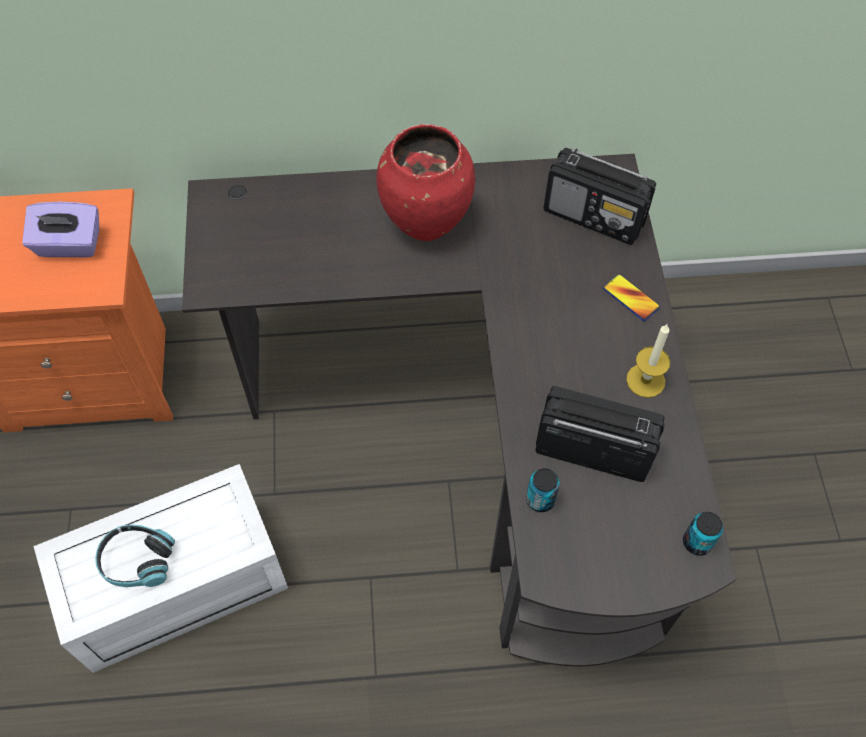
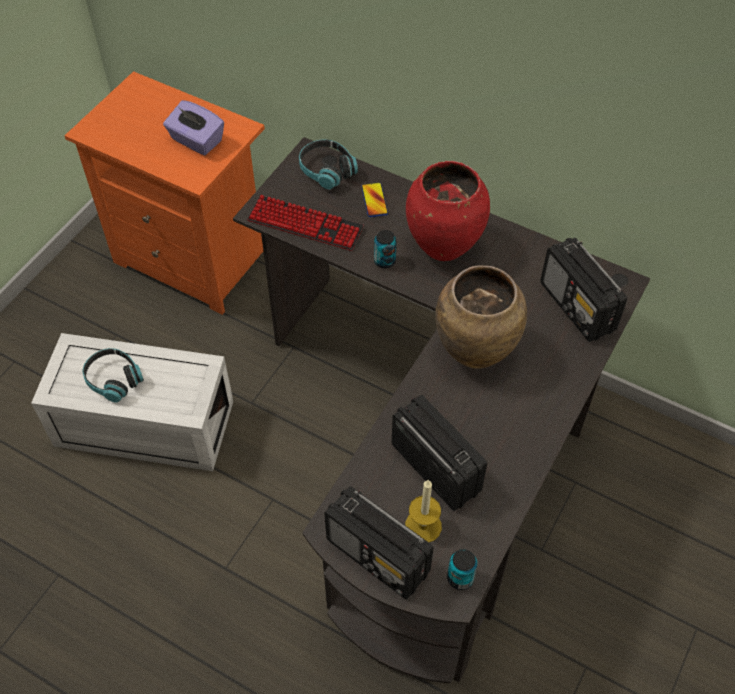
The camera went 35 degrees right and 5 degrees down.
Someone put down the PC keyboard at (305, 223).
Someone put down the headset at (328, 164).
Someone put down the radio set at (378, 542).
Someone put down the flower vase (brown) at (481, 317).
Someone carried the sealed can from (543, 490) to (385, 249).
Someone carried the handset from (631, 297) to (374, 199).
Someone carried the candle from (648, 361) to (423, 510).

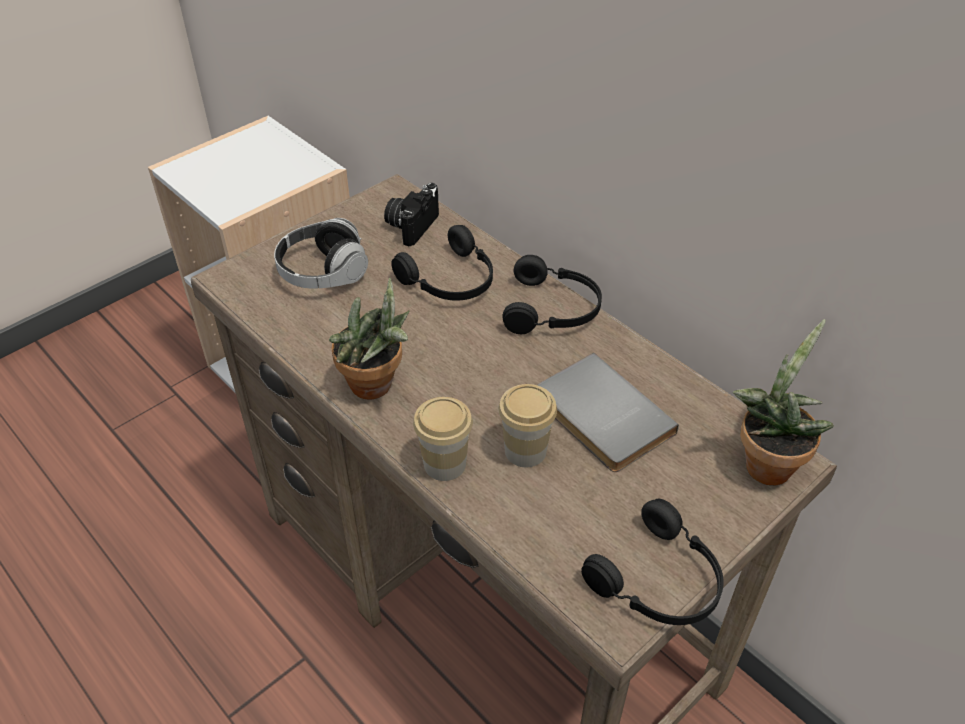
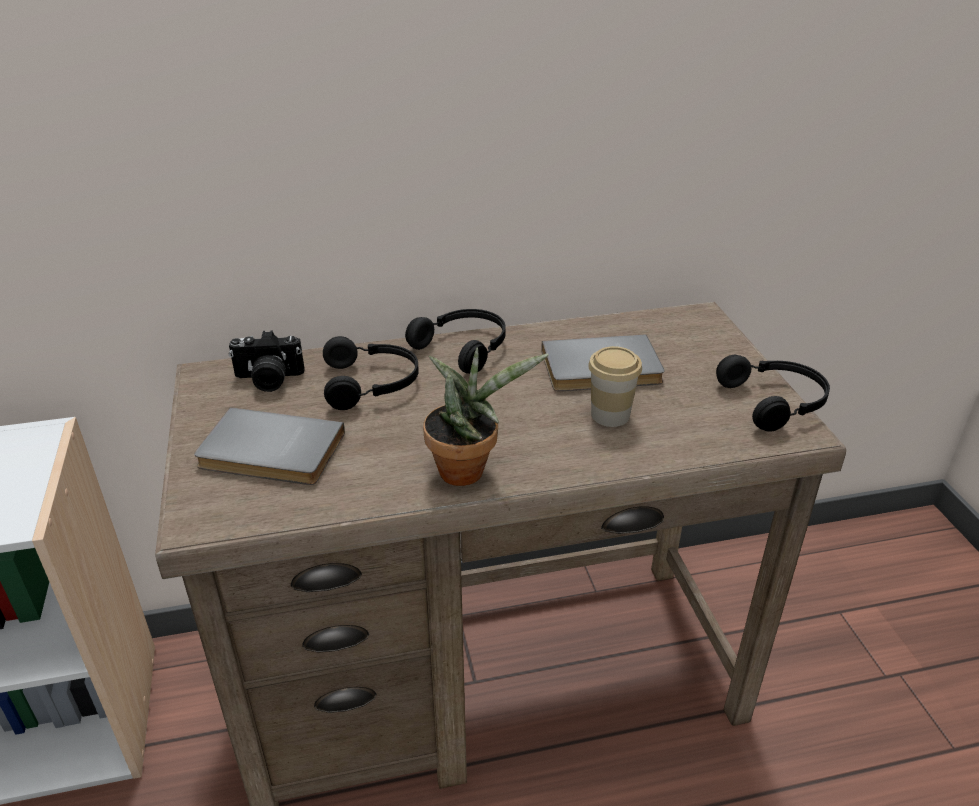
The camera went 60 degrees left and 10 degrees down.
Someone took away the drinking cup at (443, 439).
Someone took away the potted plant at (783, 402).
Someone swapped the headset at (321, 253) for the volume (gray) at (269, 446).
Someone rotated the still camera at (411, 214) by 60 degrees counterclockwise.

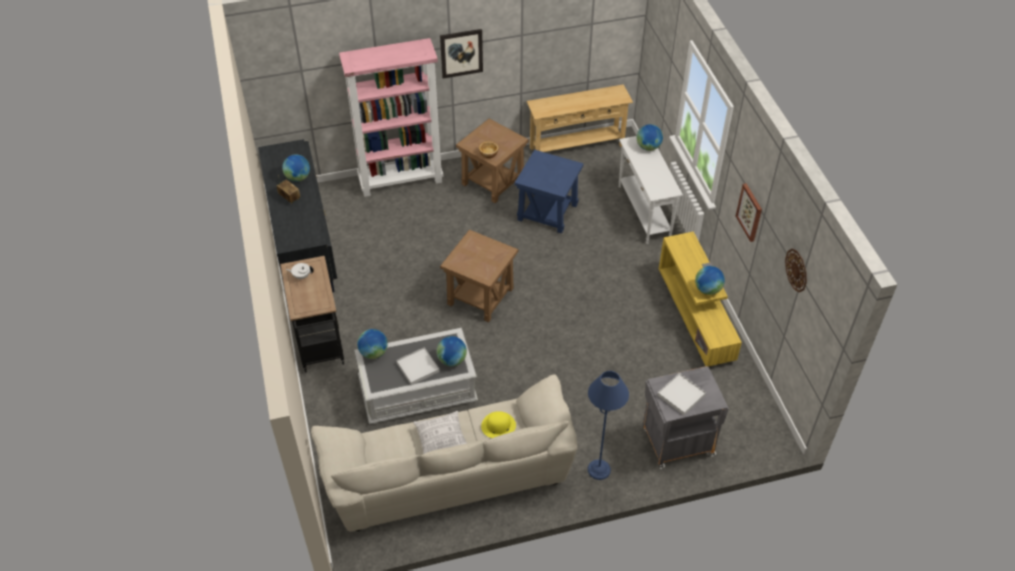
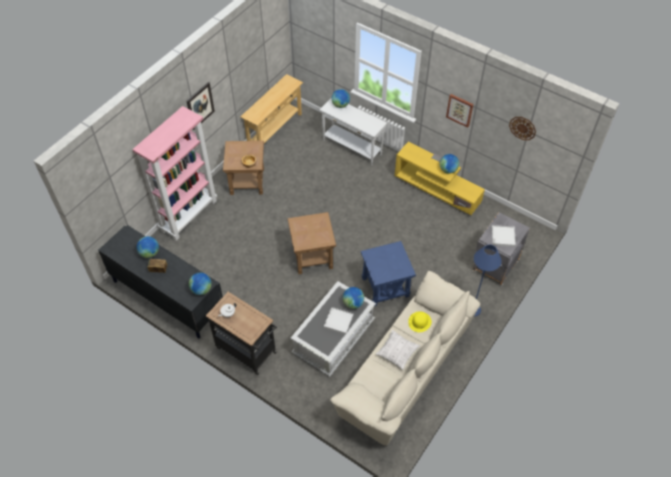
The camera went 40 degrees left and 5 degrees up.
Someone carried the globe from (372, 344) to (200, 284).
Someone carried the accent table (bluish) from (549, 191) to (388, 273).

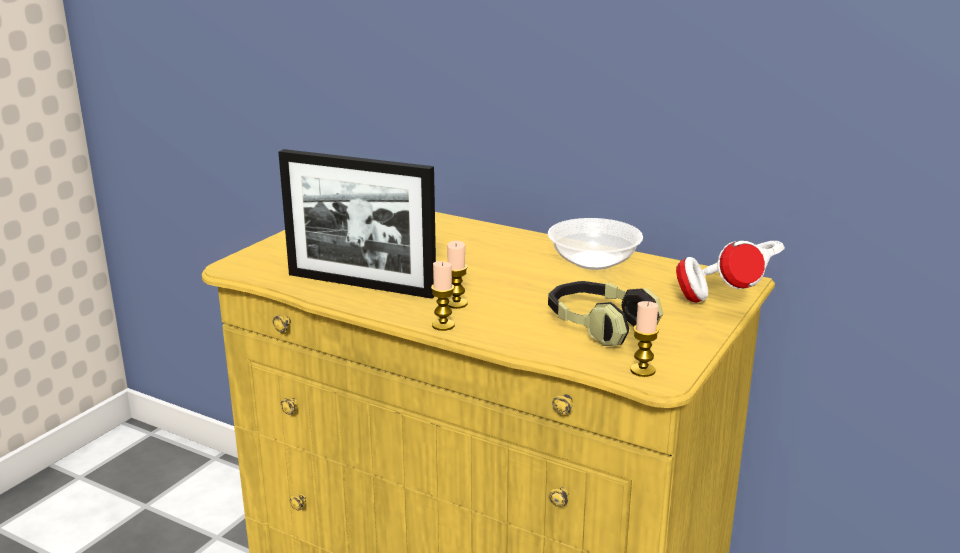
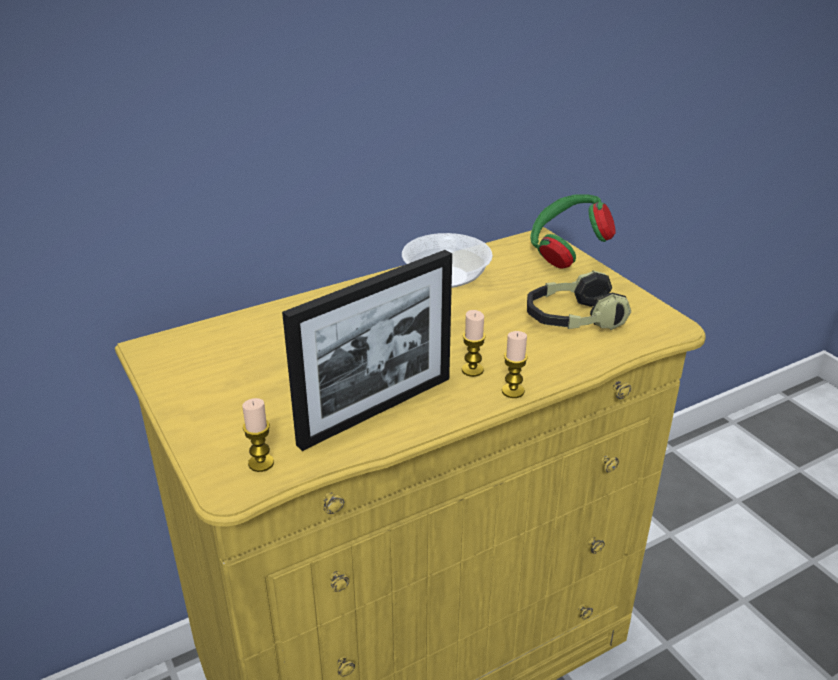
The camera went 60 degrees left and 10 degrees up.
Someone carried the candle from (644, 339) to (258, 435).
Someone repainted the headset (white-coloured) at (730, 272), which became the headset (greenish) at (572, 231).

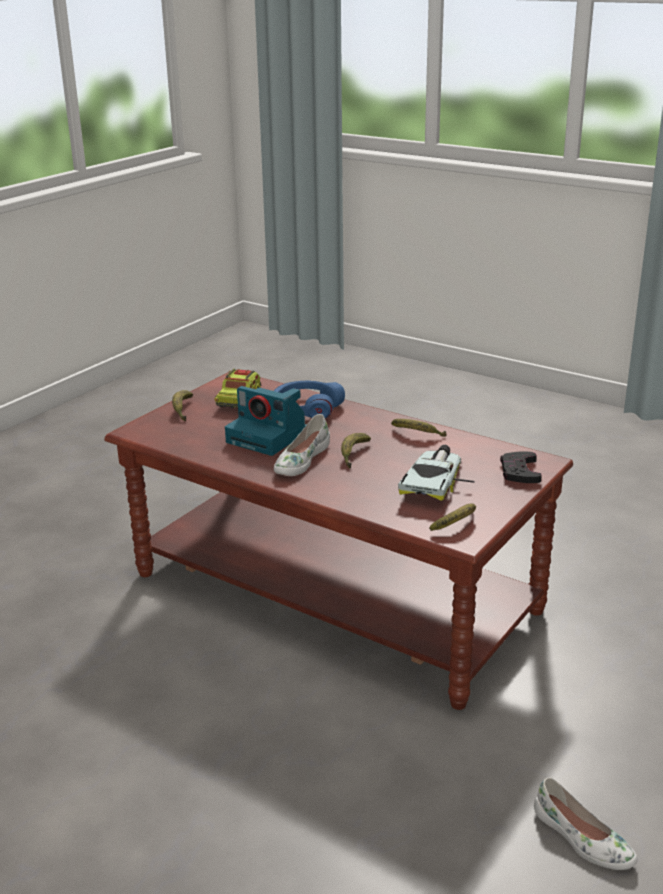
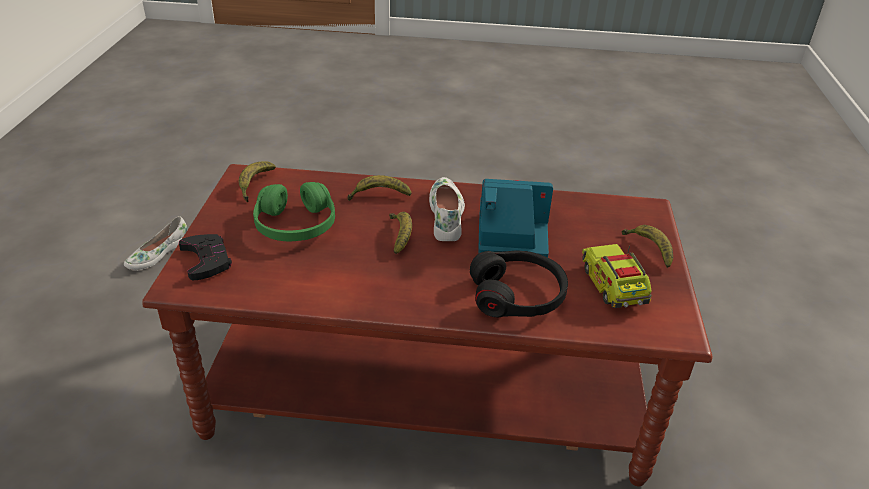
The camera went 150 degrees right and 10 degrees up.
Someone carried the banana fruit from (419, 428) to (379, 188).
Someone swapped the miniature car at (436, 473) for the headset (greenish) at (294, 211).
Someone repainted the headset (bluish) at (309, 399), which became the headset (black-coloured) at (519, 283).
Someone rotated the item of footwear (white-coloured) at (586, 823) by 75 degrees counterclockwise.

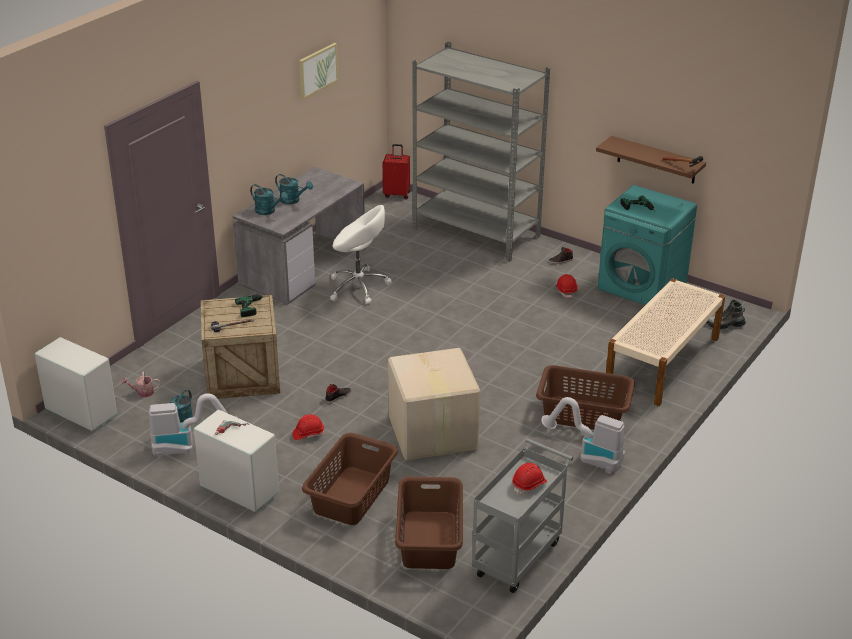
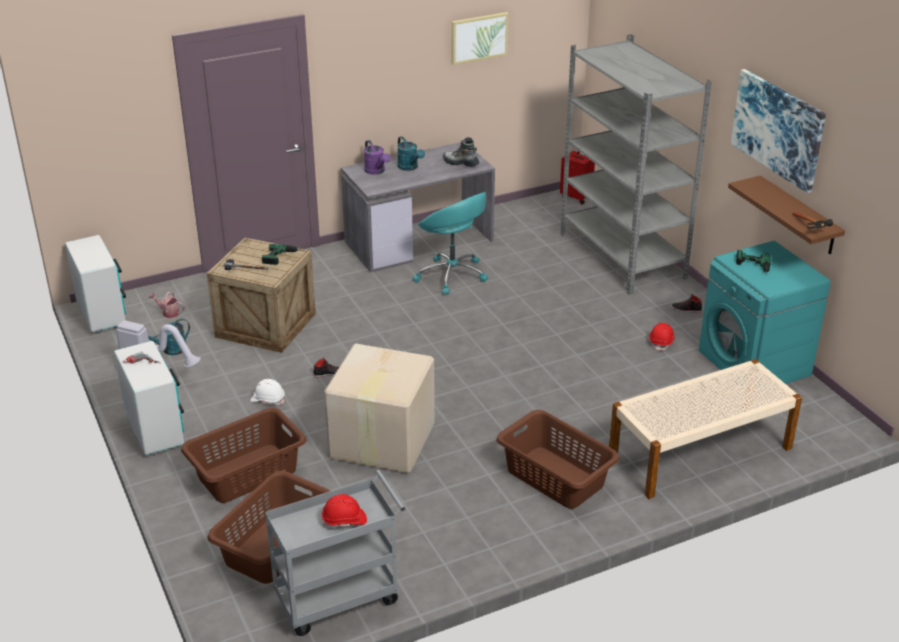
The camera went 30 degrees right and 0 degrees up.
Someone took away the vacuum at (583, 435).
Someone put up the wall picture at (778, 131).
Someone carried the boot from (726, 314) to (461, 152).
Someone repainted the watering pot (turquoise-coloured) at (269, 199), which became the watering pot (purple) at (377, 157).
Someone repainted the work helmet (reddish) at (308, 427), which became the work helmet (white-coloured) at (267, 392).
Someone repainted the desk chair (white-coloured) at (361, 255), which became the desk chair (turquoise-coloured) at (450, 243).

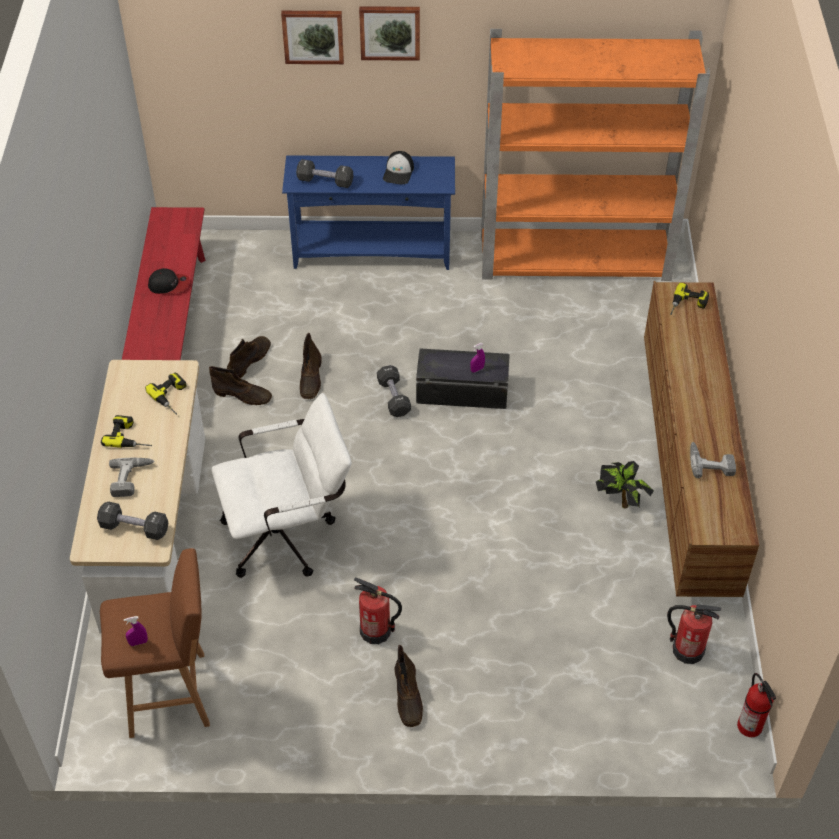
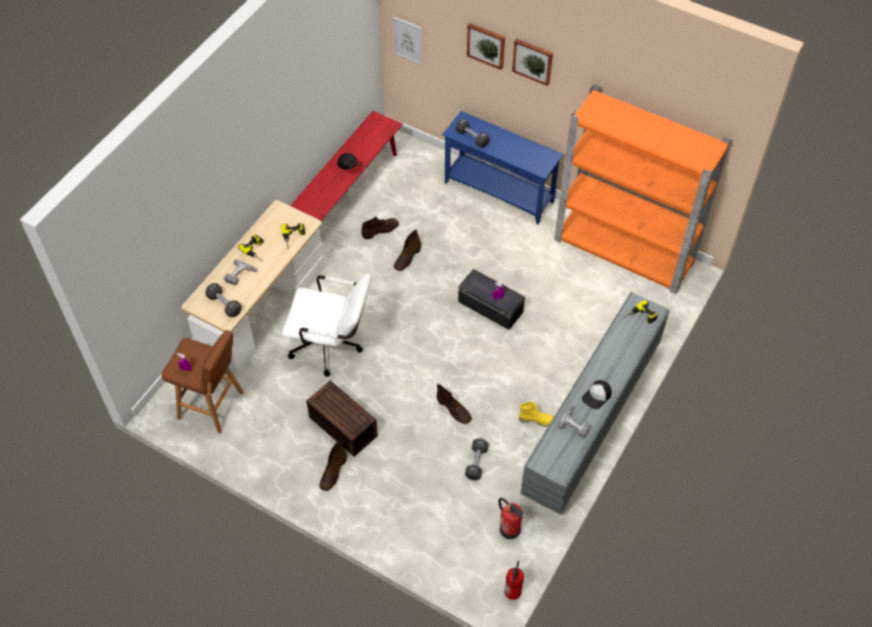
The camera went 30 degrees right and 5 degrees up.
Someone put up the wall picture at (408, 41).
Someone carried the boot (brown) from (240, 385) to (454, 404).
Someone carried the hand weight (black-coloured) from (394, 391) to (477, 459).
Someone carried the baseball cap from (398, 167) to (597, 394).
Someone swapped the fire extinguisher at (378, 611) for the storage bin (brown) at (342, 418).
Someone swapped the potted plant at (625, 485) for the boot (yellow) at (536, 414).
Someone repainted the storage cabinet (brown) at (701, 439), which became the storage cabinet (gray) at (595, 403).

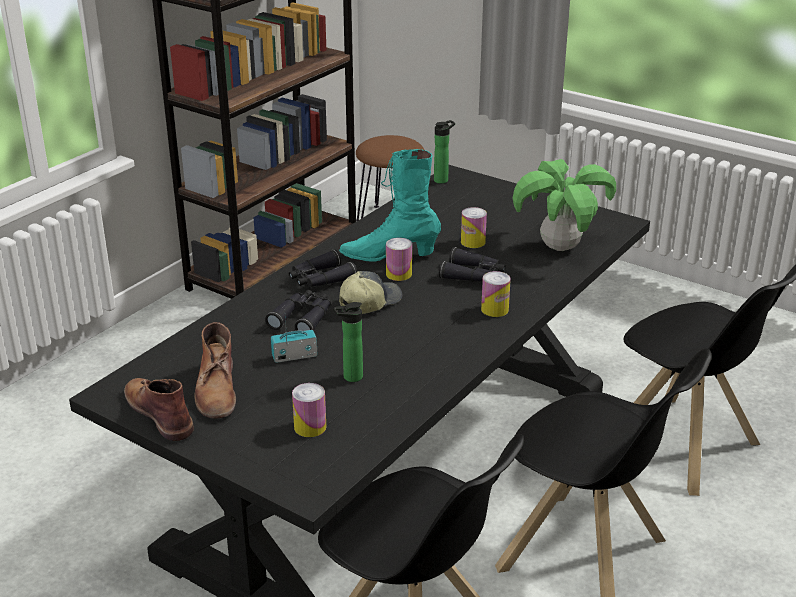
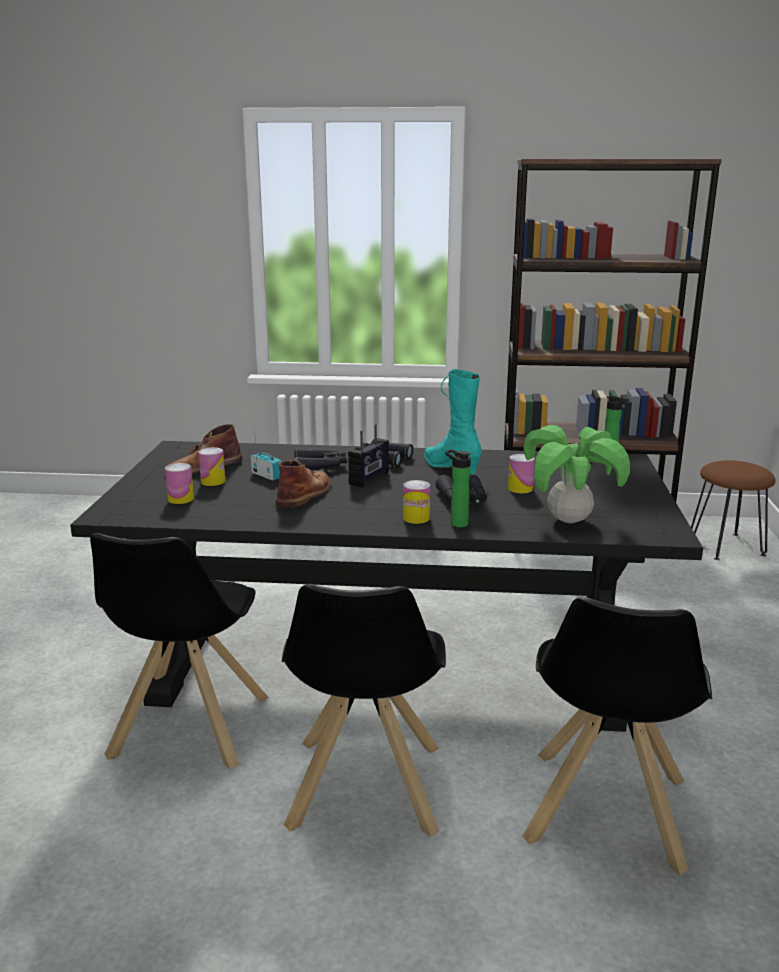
The camera went 60 degrees right and 10 degrees down.
Someone carried the boot (brown) from (159, 409) to (303, 483).
Someone carried the drink bottle from (348, 342) to (458, 488).
Someone carried the sealed can from (399, 259) to (211, 466).
Someone swapped the baseball cap at (370, 292) for the radio set at (368, 455).

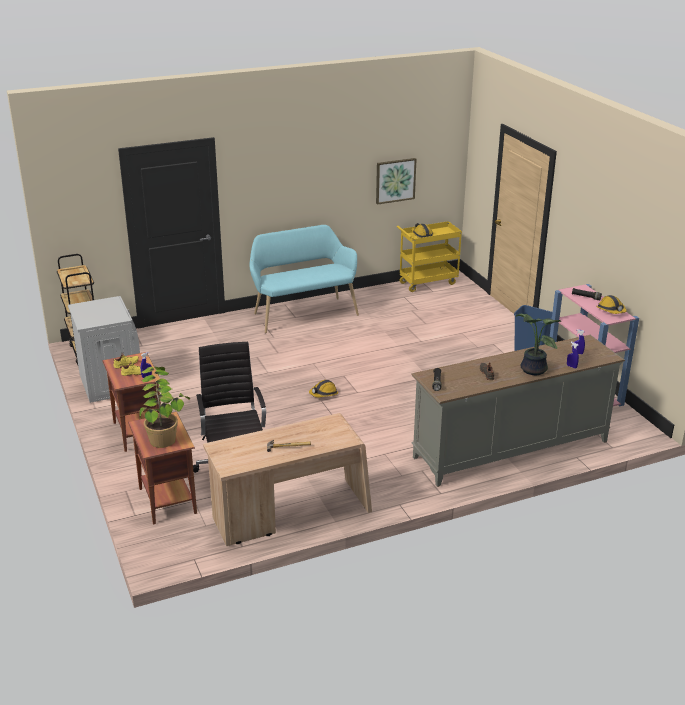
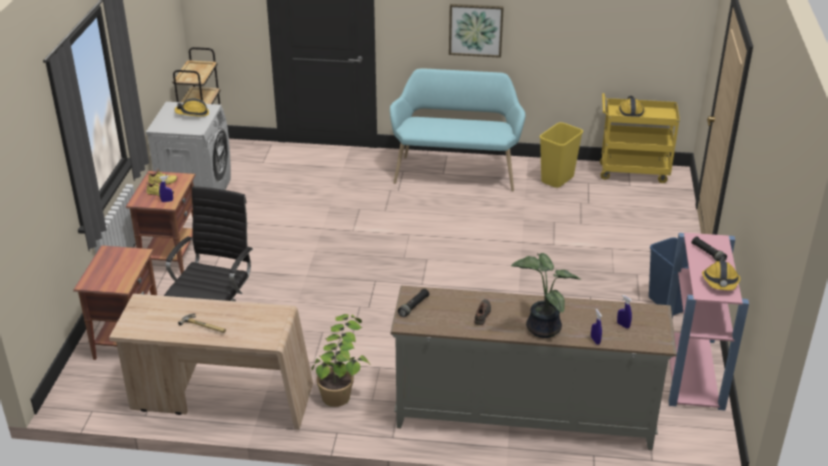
The camera went 30 degrees right and 5 degrees up.
Someone put down the trash can (yellow) at (561, 155).
Someone carried the potted plant from (164, 407) to (341, 360).
Someone carried the work helmet from (323, 388) to (192, 107).
Someone carried the wall picture from (396, 181) to (476, 31).

